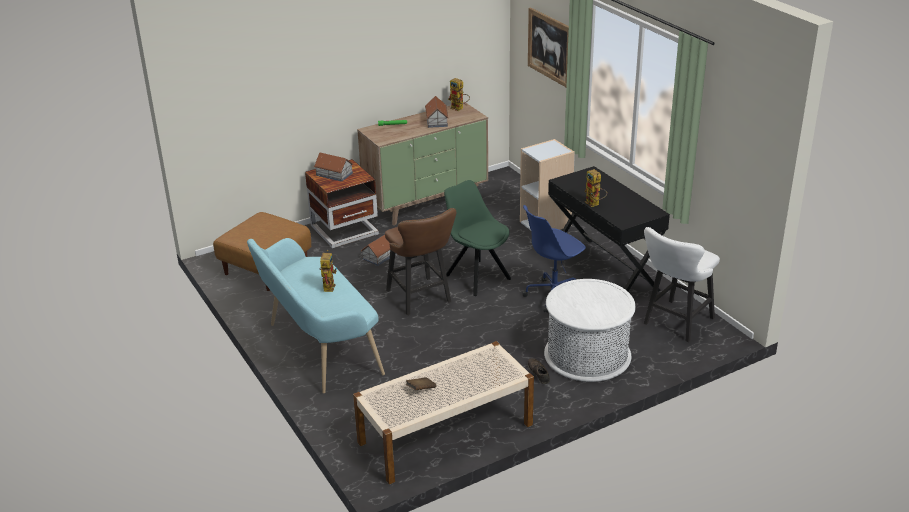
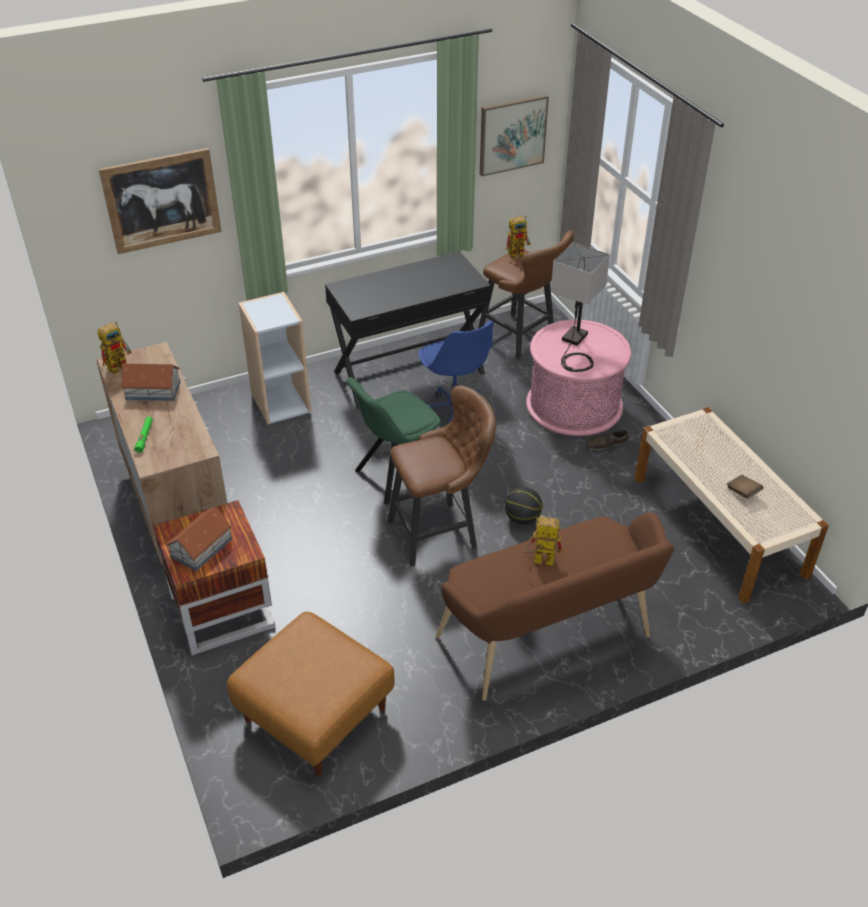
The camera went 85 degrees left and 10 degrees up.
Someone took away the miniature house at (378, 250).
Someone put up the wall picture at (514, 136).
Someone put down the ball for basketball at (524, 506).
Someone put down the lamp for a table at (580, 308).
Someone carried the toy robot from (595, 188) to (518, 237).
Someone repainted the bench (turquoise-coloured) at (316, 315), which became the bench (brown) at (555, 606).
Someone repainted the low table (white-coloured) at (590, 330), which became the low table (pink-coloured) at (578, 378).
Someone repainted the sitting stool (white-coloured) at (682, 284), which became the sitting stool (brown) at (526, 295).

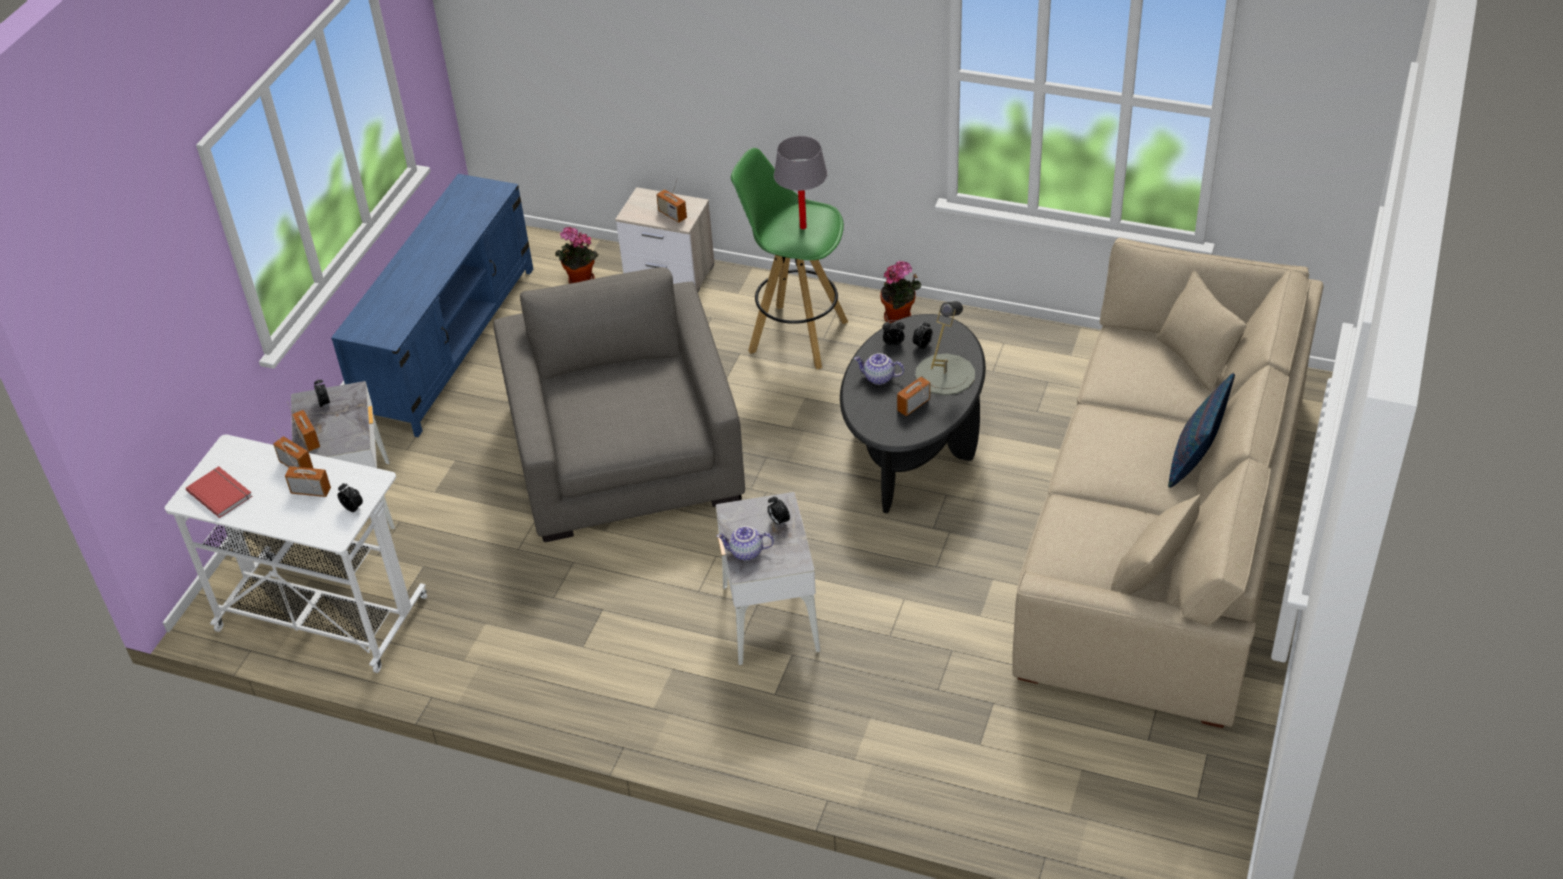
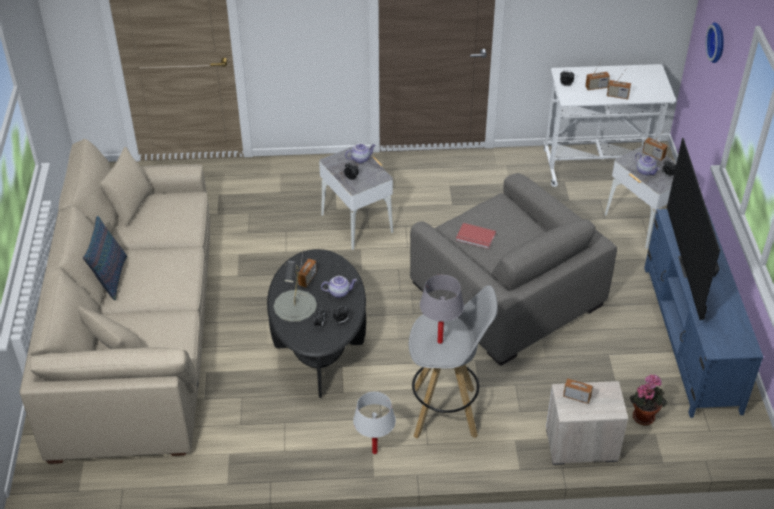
The camera went 155 degrees right and 0 degrees up.
Someone put down the tea pot at (647, 164).
Someone put down the TV at (693, 229).
Someone put up the clock on the wall at (714, 42).
Someone carried the volume (reddish) from (219, 492) to (476, 236).
Someone swapped the potted plant at (900, 292) for the lamp for a table (white-coloured) at (374, 423).
Someone repainted the sitting stool (greenish) at (789, 258), which became the sitting stool (gray) at (453, 361).

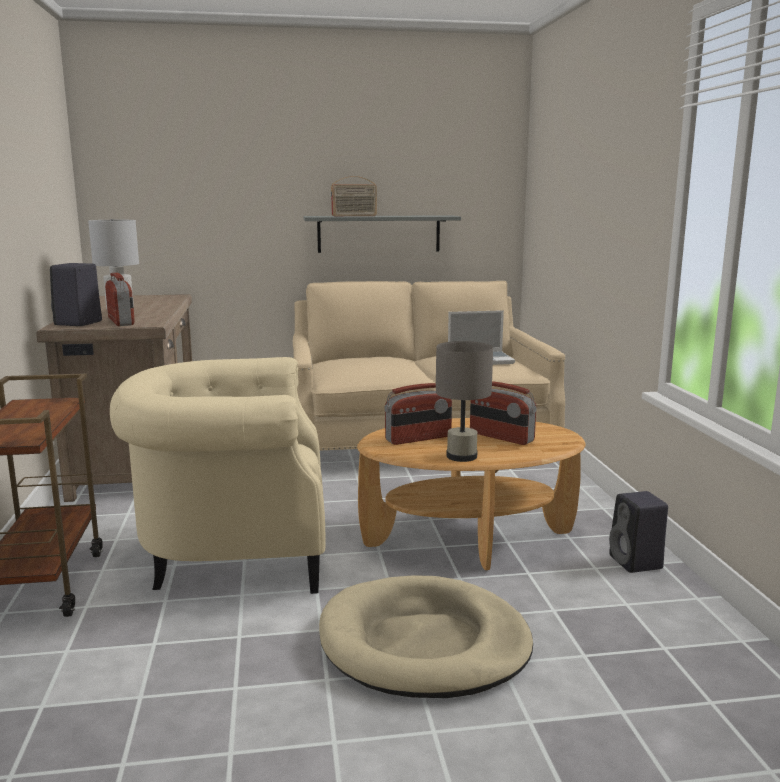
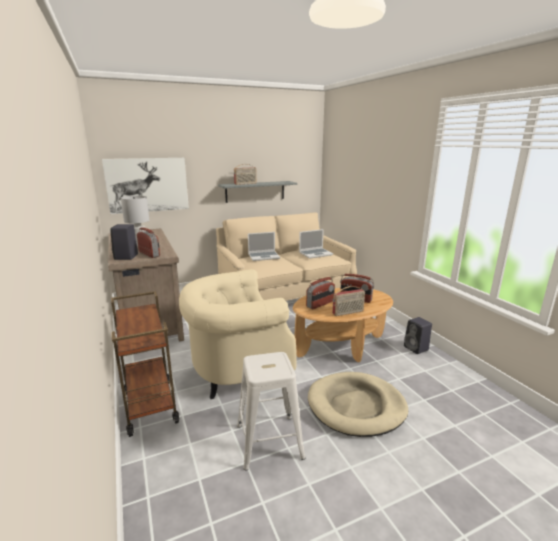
The camera went 15 degrees left and 5 degrees up.
Someone put up the wall picture at (145, 186).
Someone put down the sitting stool (white-coloured) at (271, 411).
Someone put down the laptop at (264, 246).
Someone swapped the lamp for a table (gray) at (464, 401) for the radio set at (348, 301).

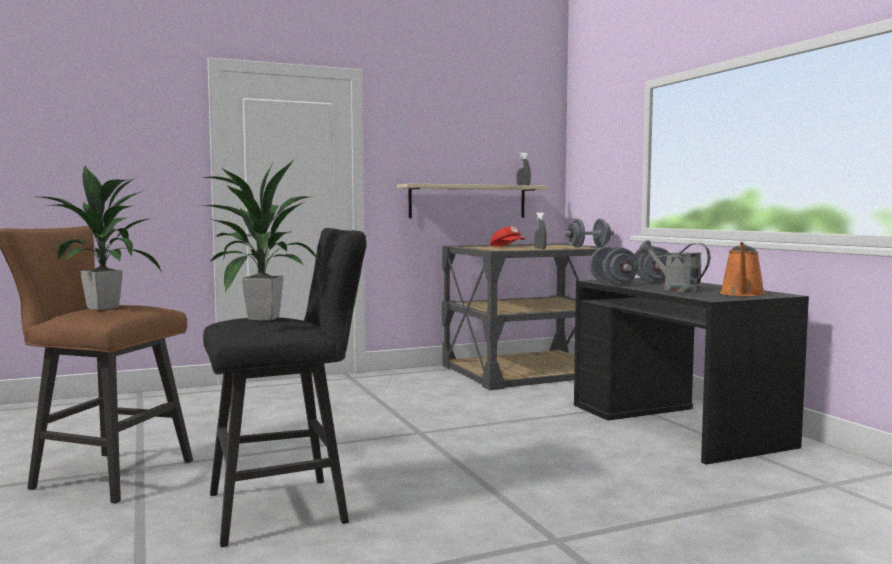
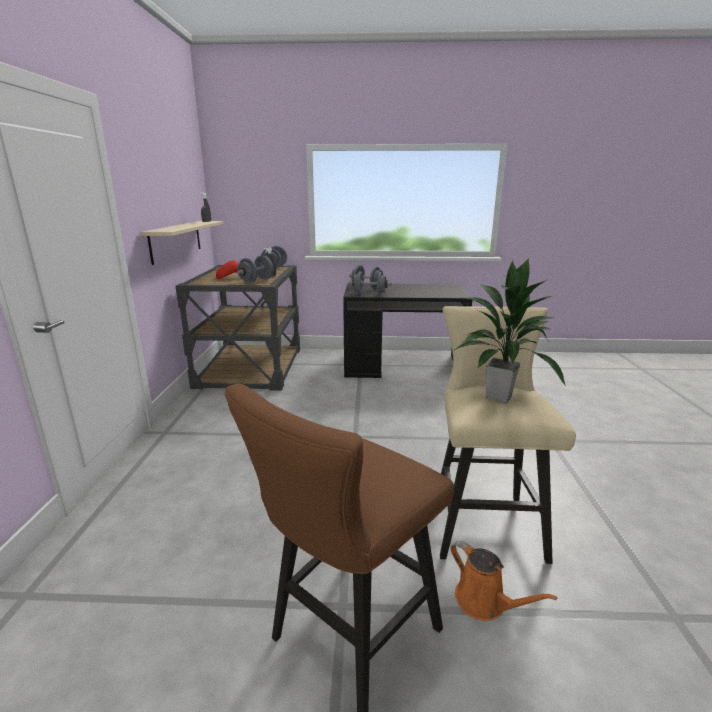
The camera went 65 degrees left and 15 degrees up.
Someone took away the potted plant at (100, 237).
Someone took away the watering pot (gray) at (674, 266).
Someone put down the hand weight (gray) at (255, 269).
Someone carried the watering pot (orange-coloured) from (742, 269) to (504, 580).
Someone repainted the sitting stool (black-coloured) at (285, 387), which became the sitting stool (sand-coloured) at (508, 435).

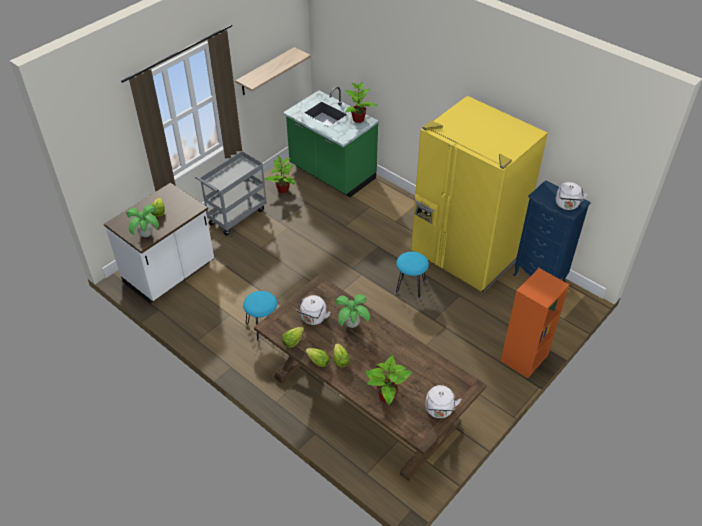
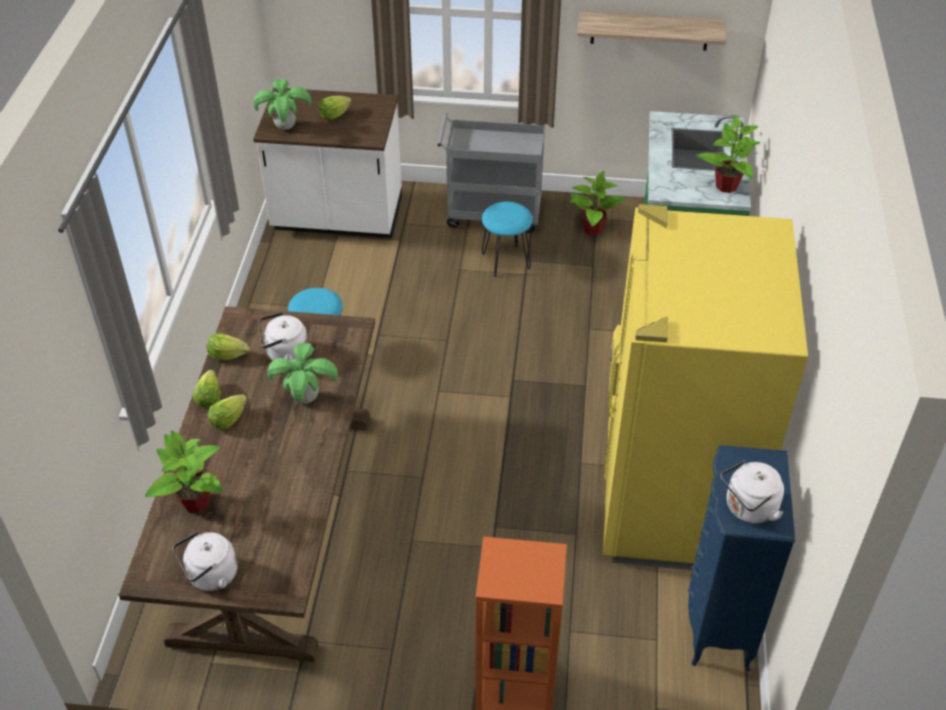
The camera went 55 degrees right and 0 degrees up.
Someone carried the sitting stool (turquoise-coloured) from (412, 275) to (507, 239).

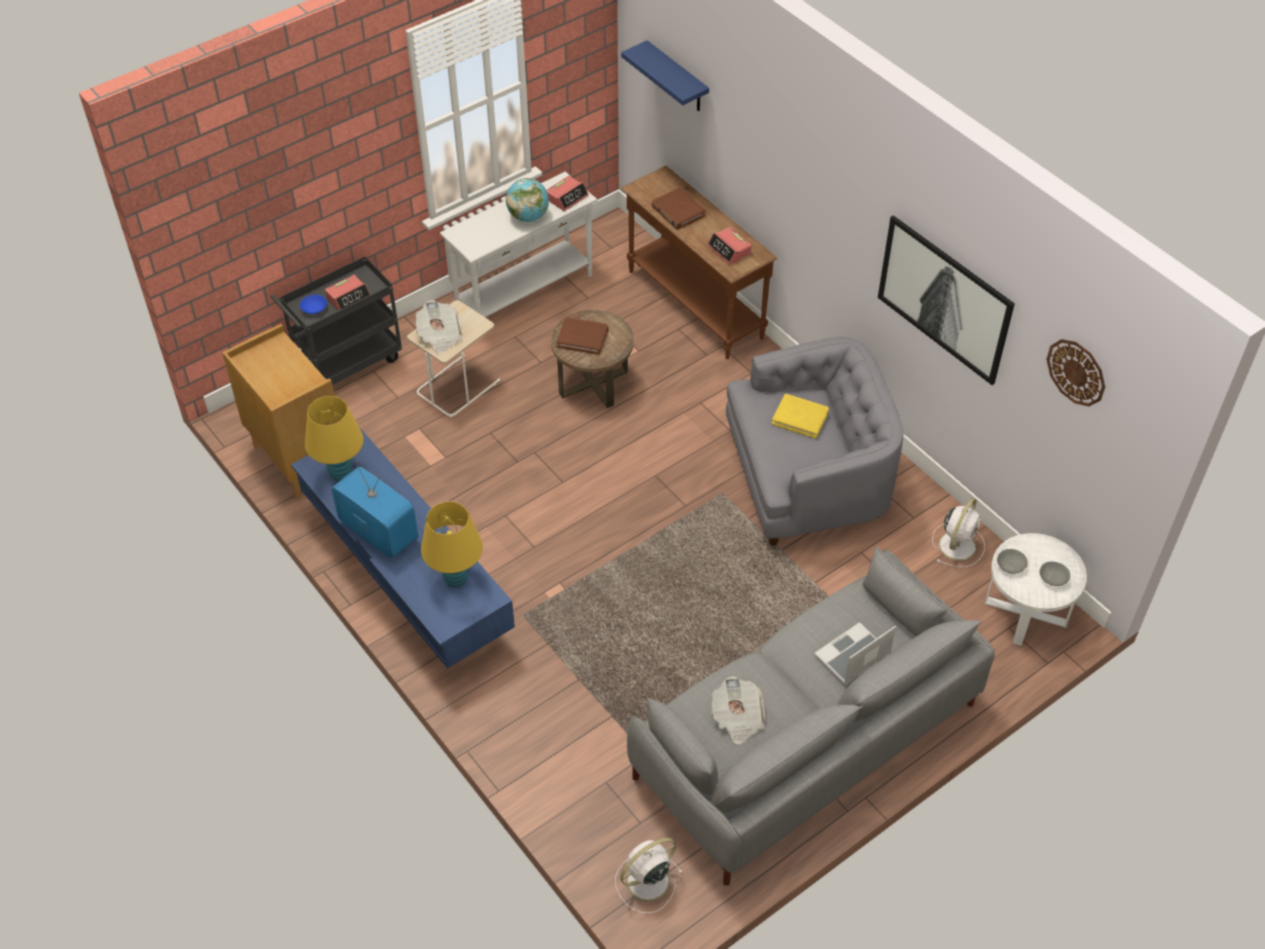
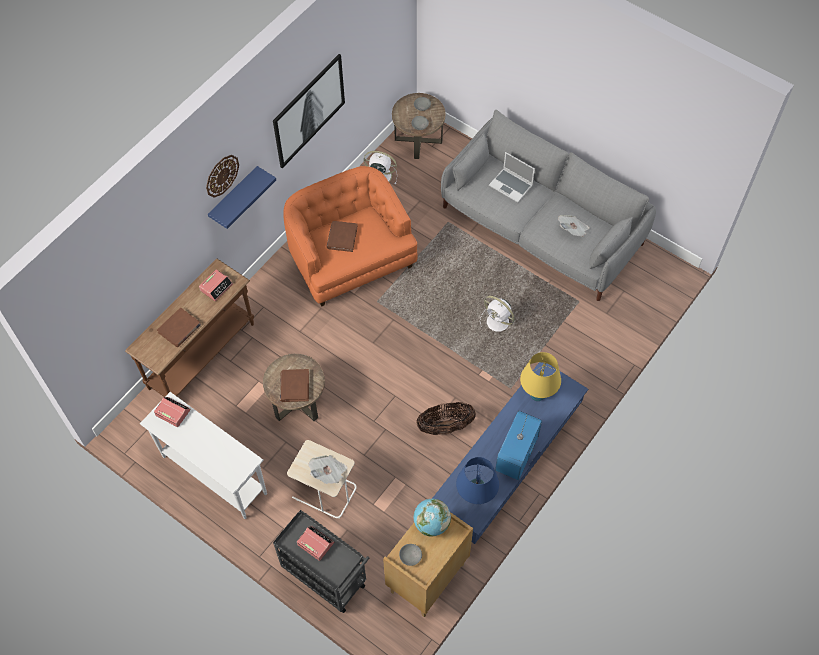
The camera went 105 degrees left and 10 degrees up.
Someone took away the bowl (bluish) at (313, 304).
Someone put down the bowl (gray) at (410, 555).
Someone put down the basket at (446, 418).
Someone carried the globe from (527, 200) to (432, 518).
Someone carried the electric fan (white-coloured) from (649, 875) to (497, 314).
Someone carried the shelf (bluish) from (665, 75) to (242, 197).
Someone carried the clock on the wall from (1075, 372) to (222, 176).
Someone repainted the lamp for a table (yellow) at (334, 438), which became the lamp for a table (bluish) at (477, 480).
Someone repainted the lounge chair (gray) at (814, 441), which became the lounge chair (orange-coloured) at (350, 236).
Someone repainted the volume (yellow) at (800, 416), which became the volume (brown) at (342, 236).
Someone repainted the accent table (white-coloured) at (1035, 589), which became the accent table (brown) at (419, 126).

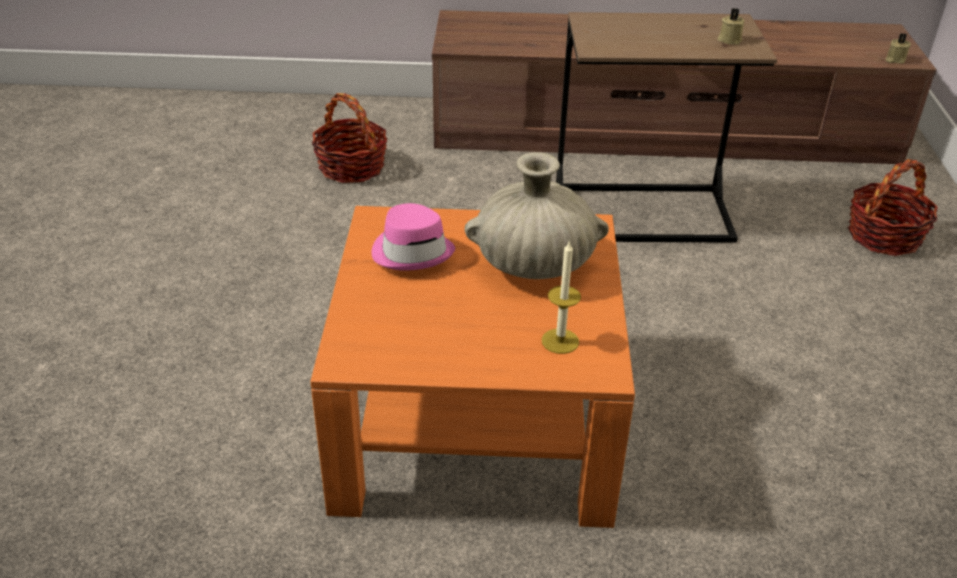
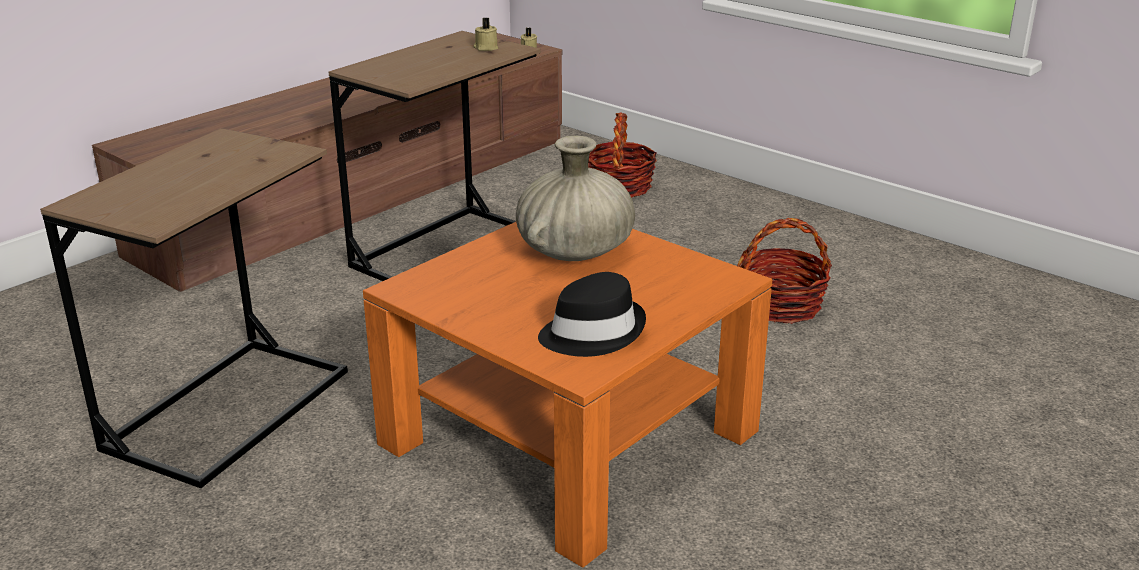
The camera went 50 degrees left and 10 degrees down.
Someone took away the clothing hat (pink-coloured) at (413, 237).
Someone took away the candle at (561, 297).
Someone put down the accent table (brown) at (194, 308).
Someone put down the clothing hat (black-coloured) at (592, 314).
Someone carried the basket from (349, 138) to (784, 271).

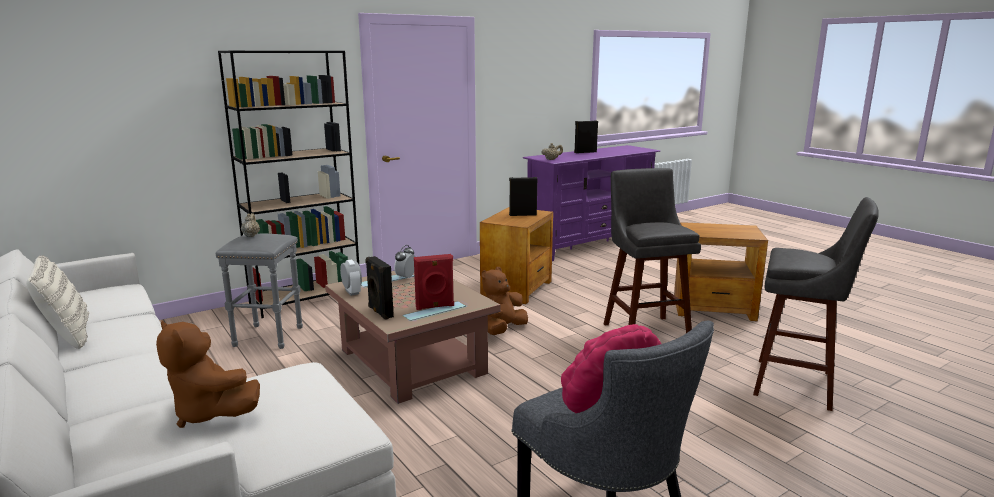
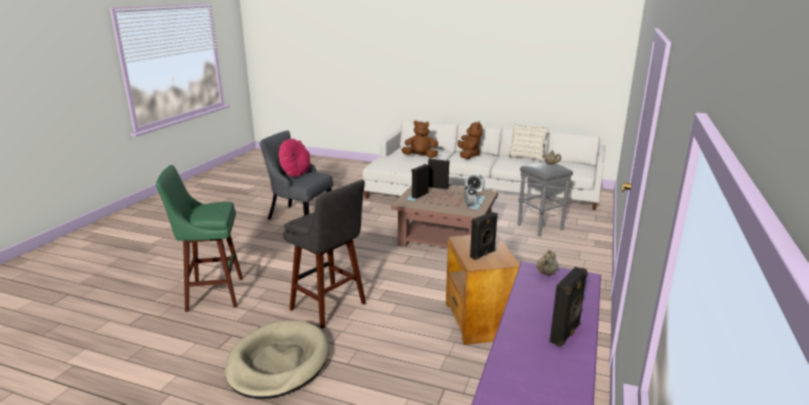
The camera went 145 degrees right and 5 degrees up.
Someone took away the bookcase (sand-coloured) at (288, 184).
Someone carried the cuddly toy (brown) from (505, 301) to (470, 140).
Someone swapped the accent table (brown) at (721, 271) for the pet bed (sand-coloured) at (277, 359).
Someone repainted the audio speaker (reddish) at (434, 282), which became the audio speaker (black-coloured) at (420, 181).
Someone repainted the sitting stool (gray) at (816, 304), which became the sitting stool (greenish) at (199, 238).

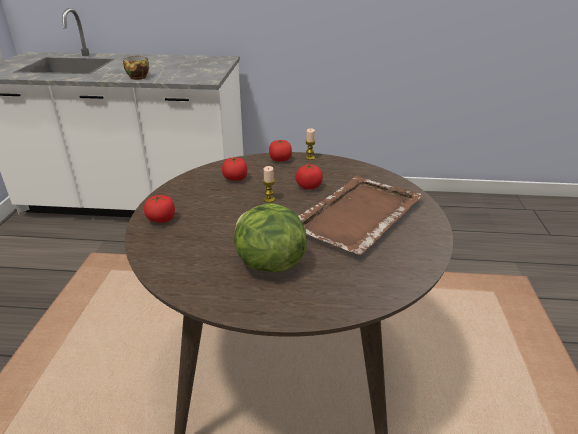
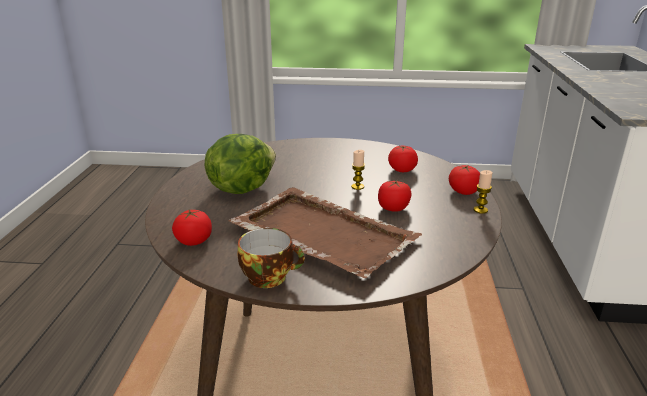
The camera went 90 degrees right and 5 degrees down.
Someone carried the drinking cup from (136, 68) to (271, 258).
Someone carried the fresh tomato from (159, 209) to (192, 228).

